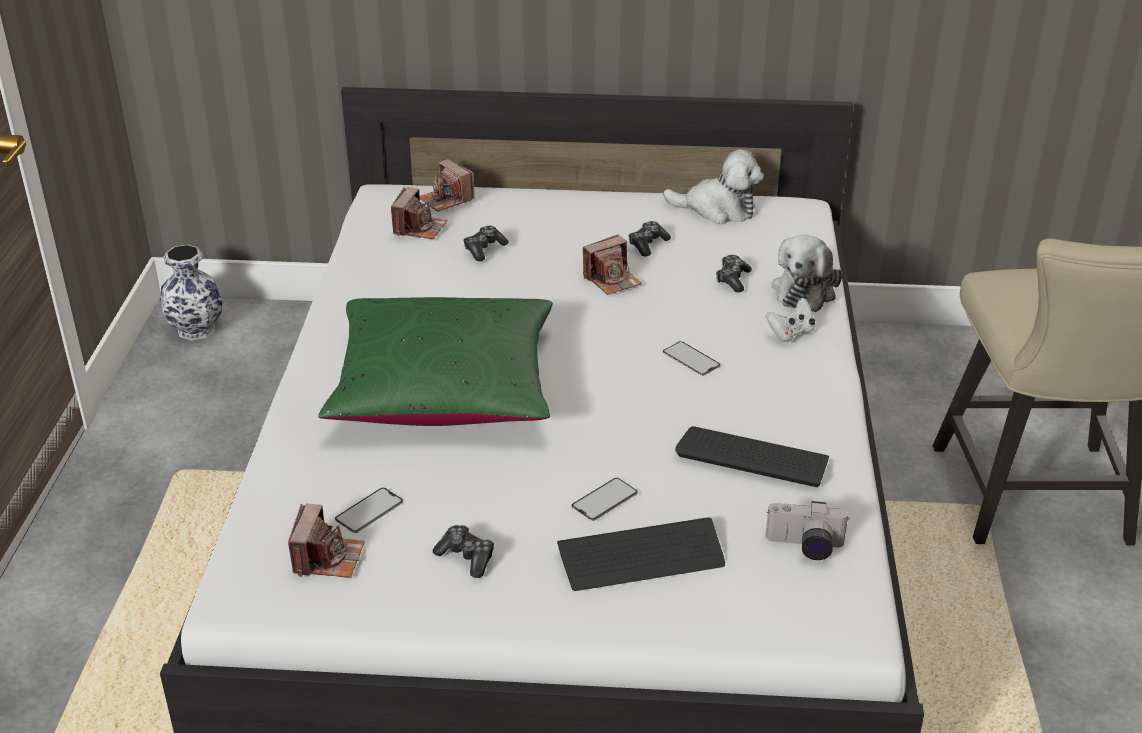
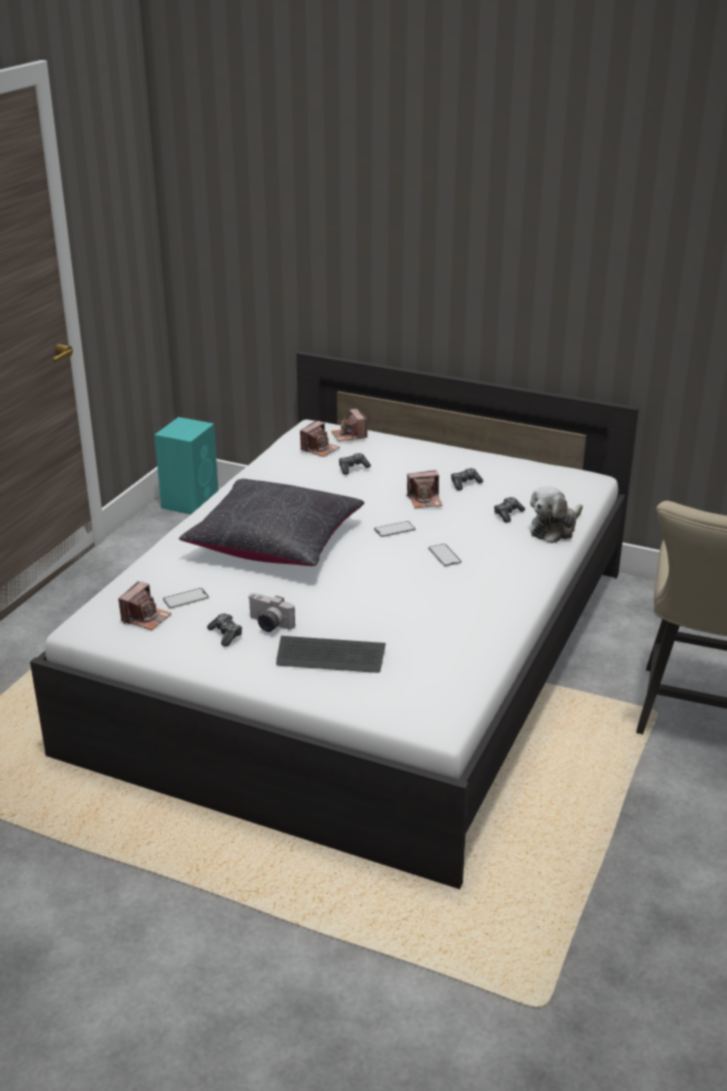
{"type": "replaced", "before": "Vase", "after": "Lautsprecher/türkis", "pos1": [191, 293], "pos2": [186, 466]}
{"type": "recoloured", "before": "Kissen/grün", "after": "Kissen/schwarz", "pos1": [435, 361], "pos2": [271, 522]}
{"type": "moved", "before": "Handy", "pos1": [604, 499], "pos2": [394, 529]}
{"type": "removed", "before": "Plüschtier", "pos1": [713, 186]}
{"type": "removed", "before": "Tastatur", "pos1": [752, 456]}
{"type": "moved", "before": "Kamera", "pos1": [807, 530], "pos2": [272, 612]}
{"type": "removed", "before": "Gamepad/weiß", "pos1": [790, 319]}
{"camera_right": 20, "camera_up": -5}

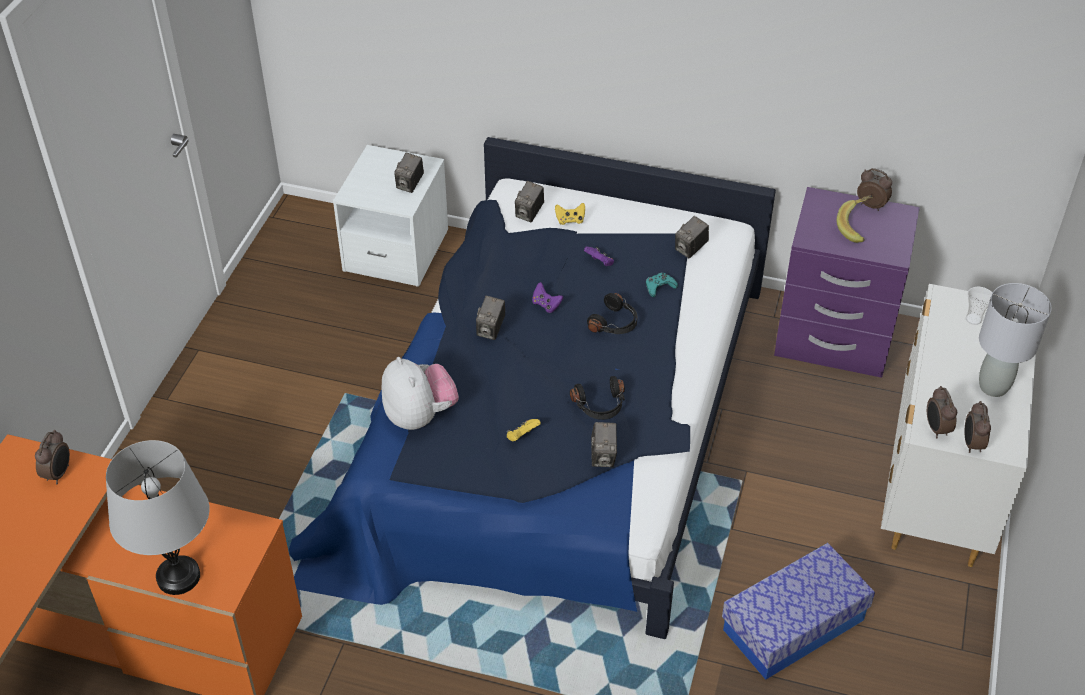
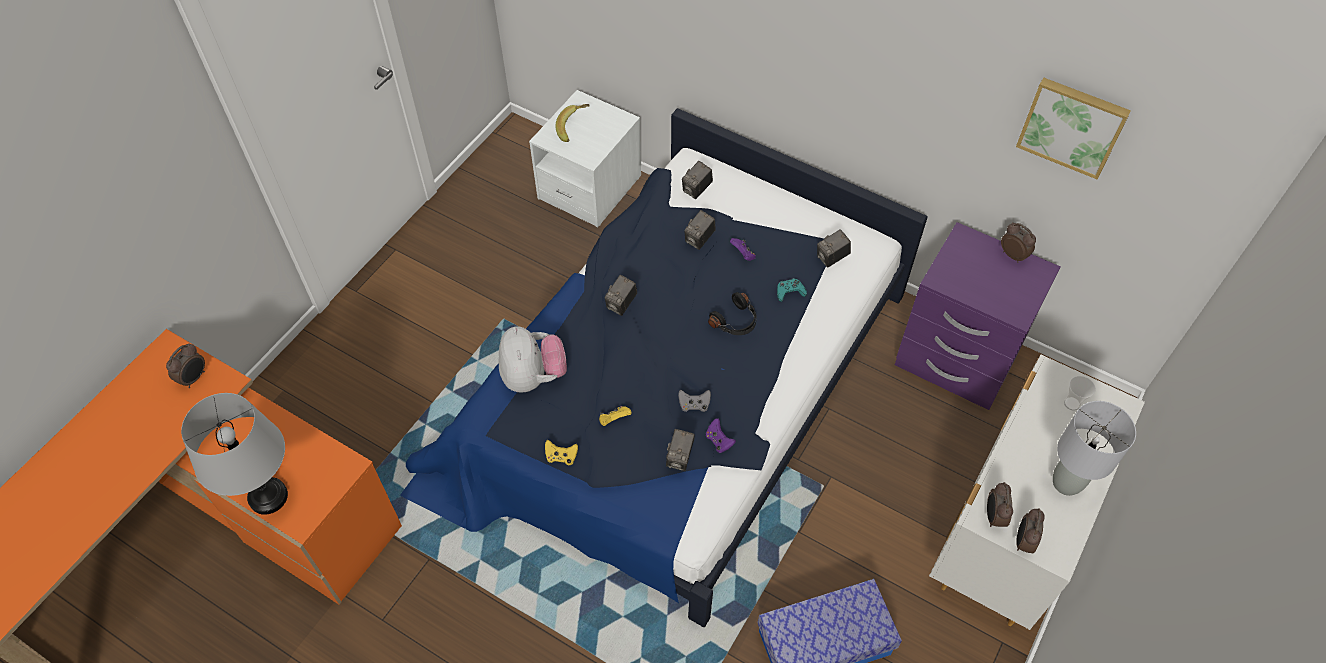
{"type": "moved", "before": "Kamera", "pos1": [409, 173], "pos2": [700, 230]}
{"type": "moved", "before": "Gamepad/lila", "pos1": [547, 297], "pos2": [721, 435]}
{"type": "moved", "before": "Gamepad/gelb", "pos1": [570, 214], "pos2": [561, 452]}
{"type": "replaced", "before": "Kopfhörer/schwarz", "after": "Gamepad/grau", "pos1": [597, 398], "pos2": [694, 401]}
{"type": "moved", "before": "Banane", "pos1": [855, 219], "pos2": [572, 123]}
{"type": "added", "after": "Bild", "pos2": [1073, 128]}
{"camera_right": 15, "camera_up": 10}

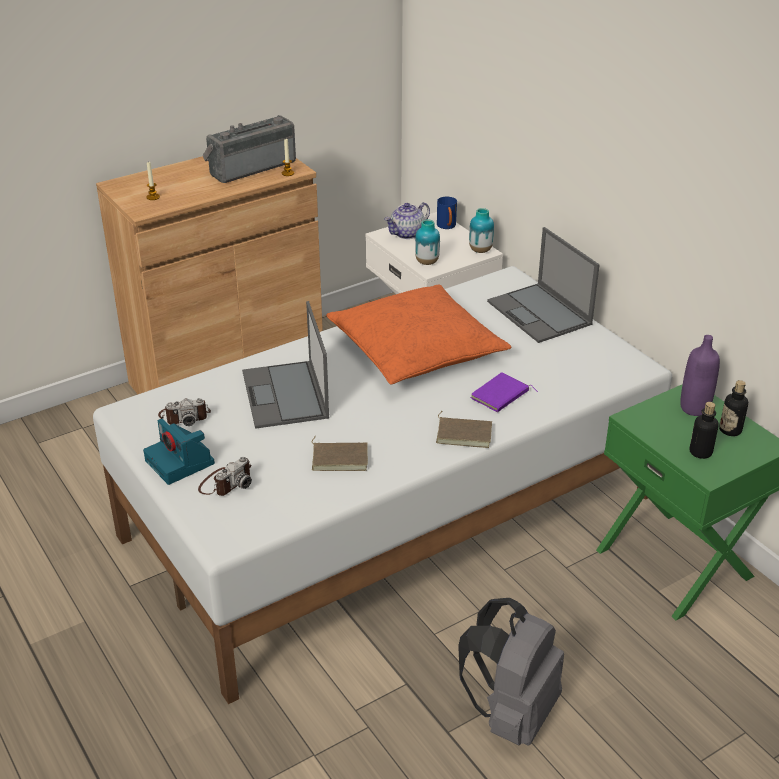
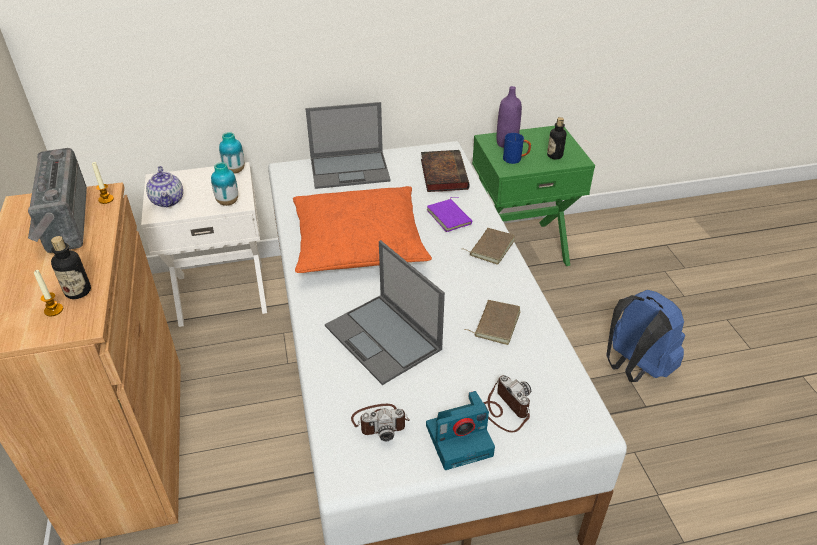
{"type": "turned", "before": "Kamera", "pos1": [184, 412], "pos2": [380, 422], "turn": 75}
{"type": "turned", "before": "Laptop", "pos1": [285, 365], "pos2": [385, 312], "turn": 45}
{"type": "moved", "before": "Henkelbecher/blau", "pos1": [447, 213], "pos2": [517, 148]}
{"type": "recoloured", "before": "Rucksack/grau", "after": "Rucksack/blau", "pos1": [511, 672], "pos2": [645, 336]}
{"type": "moved", "before": "Flasche", "pos1": [733, 408], "pos2": [71, 267]}
{"type": "added", "after": "Buch", "pos2": [445, 171]}
{"camera_right": -70, "camera_up": 5}

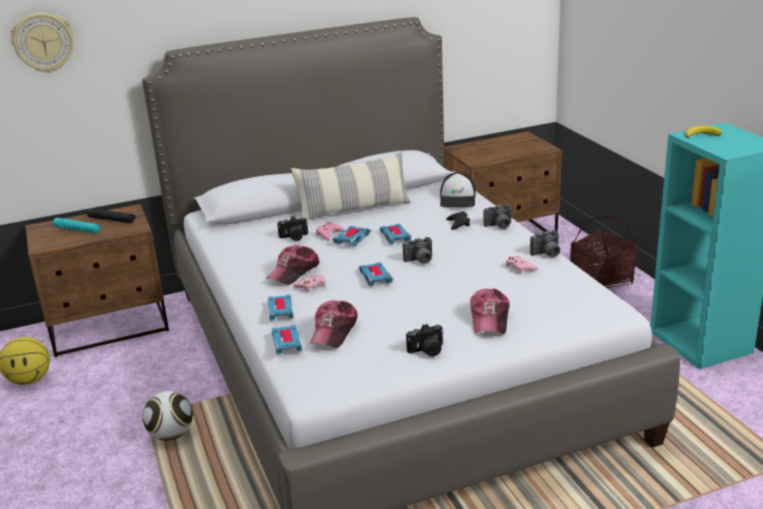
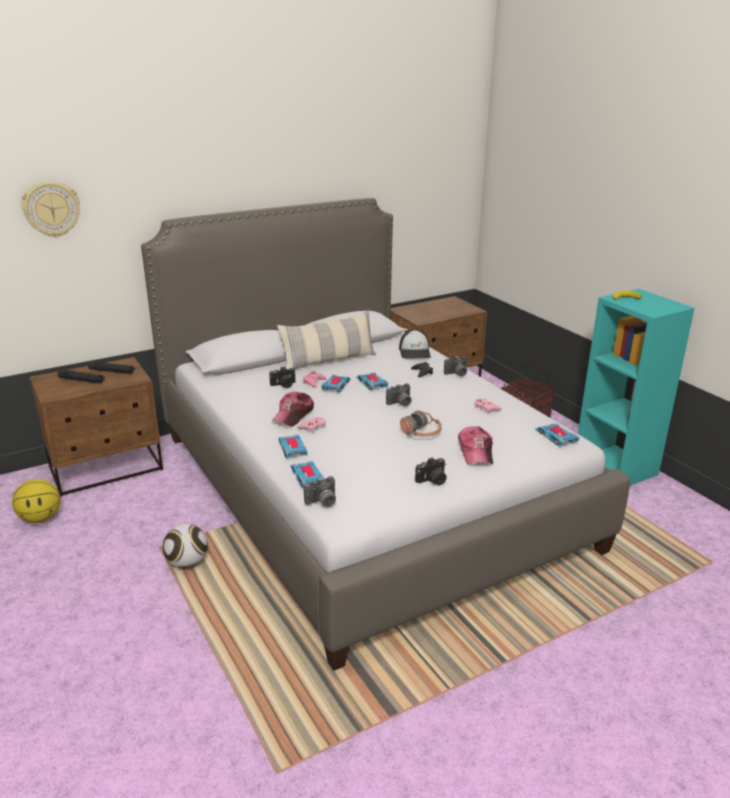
{"type": "recoloured", "before": "Taschenlampe/türkis", "after": "Taschenlampe/schwarz", "pos1": [77, 226], "pos2": [81, 377]}
{"type": "removed", "before": "Kappe", "pos1": [334, 324]}
{"type": "moved", "before": "Spielzeugauto", "pos1": [376, 274], "pos2": [557, 434]}
{"type": "moved", "before": "Kamera", "pos1": [545, 243], "pos2": [320, 491]}
{"type": "added", "after": "Kopfhörer", "pos2": [421, 423]}
{"camera_right": -10, "camera_up": 0}

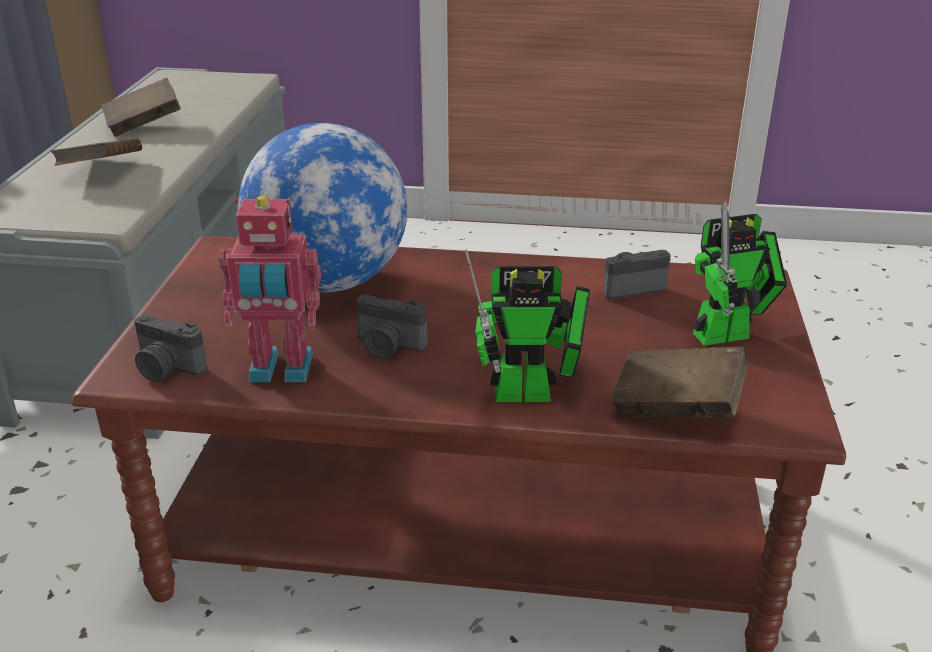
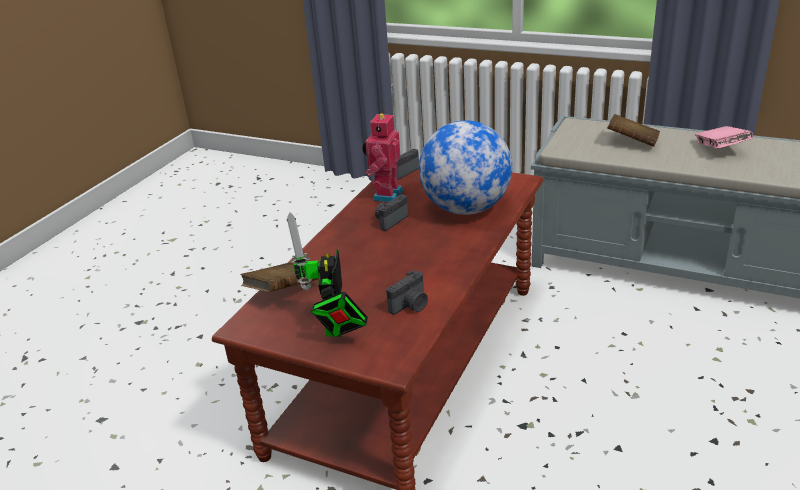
{"type": "recoloured", "before": "Buch/braun", "after": "Buch/rosa", "pos1": [141, 107], "pos2": [724, 137]}
{"type": "removed", "before": "Spielzeugroboter", "pos1": [527, 325]}
{"type": "turned", "before": "Kamera", "pos1": [637, 275], "pos2": [407, 292], "turn": 45}
{"camera_right": 110, "camera_up": 0}

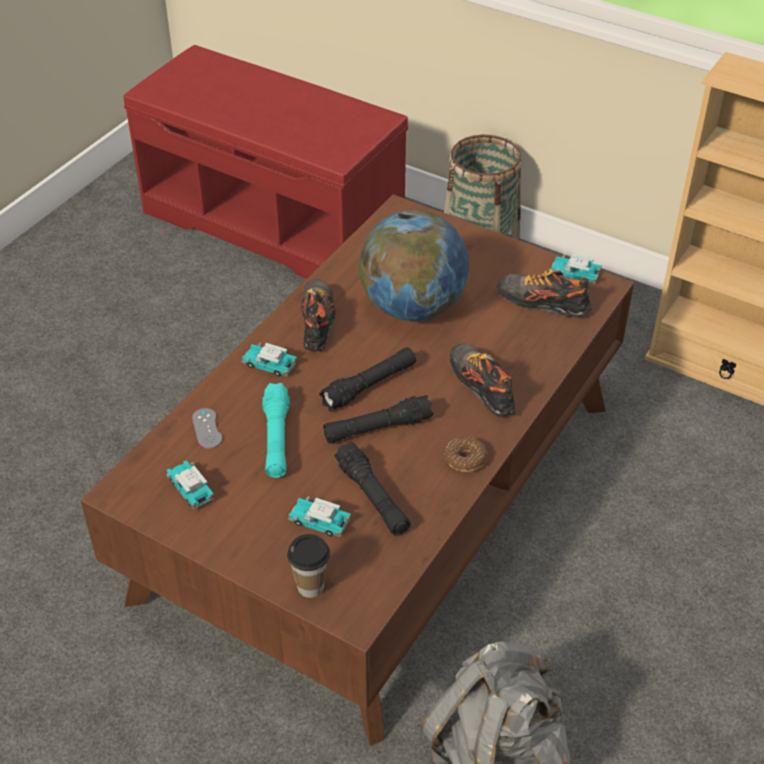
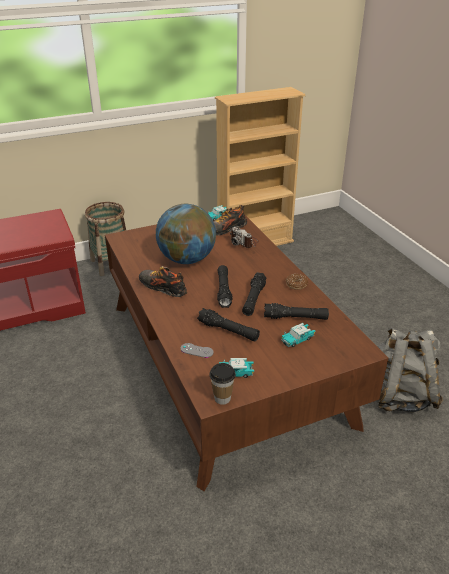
{"type": "removed", "before": "Spielzeugauto", "pos1": [269, 359]}
{"type": "recoloured", "before": "Taschenlampe/türkis", "after": "Taschenlampe/schwarz", "pos1": [276, 430], "pos2": [228, 324]}
{"type": "moved", "before": "Tasse", "pos1": [308, 566], "pos2": [222, 384]}
{"type": "removed", "before": "Schuh", "pos1": [482, 380]}
{"type": "added", "after": "Kamera", "pos2": [244, 237]}
{"camera_right": -55, "camera_up": -10}

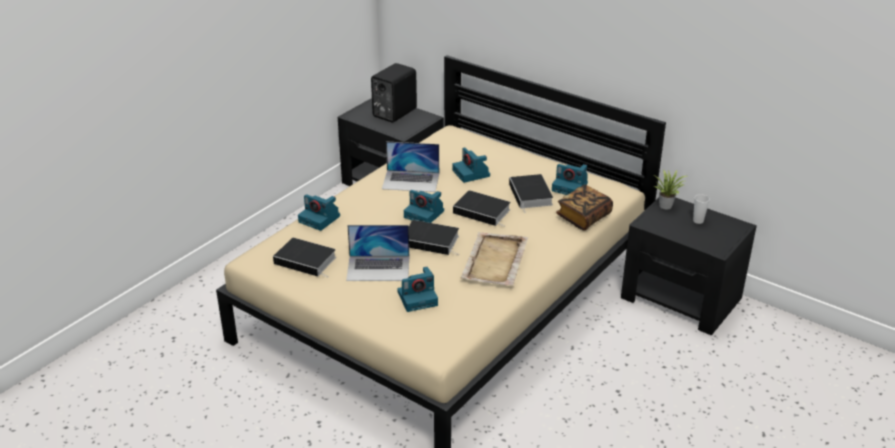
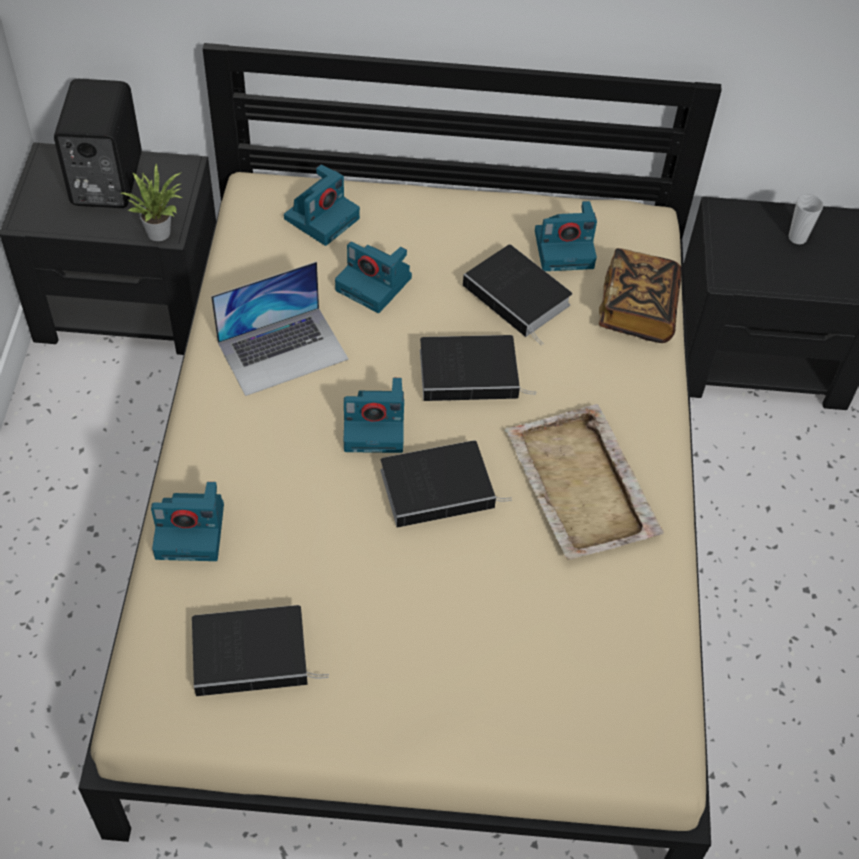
{"type": "removed", "before": "Laptop", "pos1": [377, 253]}
{"type": "moved", "before": "Kamera", "pos1": [417, 289], "pos2": [322, 205]}
{"type": "moved", "before": "Topfpflanze", "pos1": [670, 190], "pos2": [151, 202]}
{"camera_right": -35, "camera_up": 20}

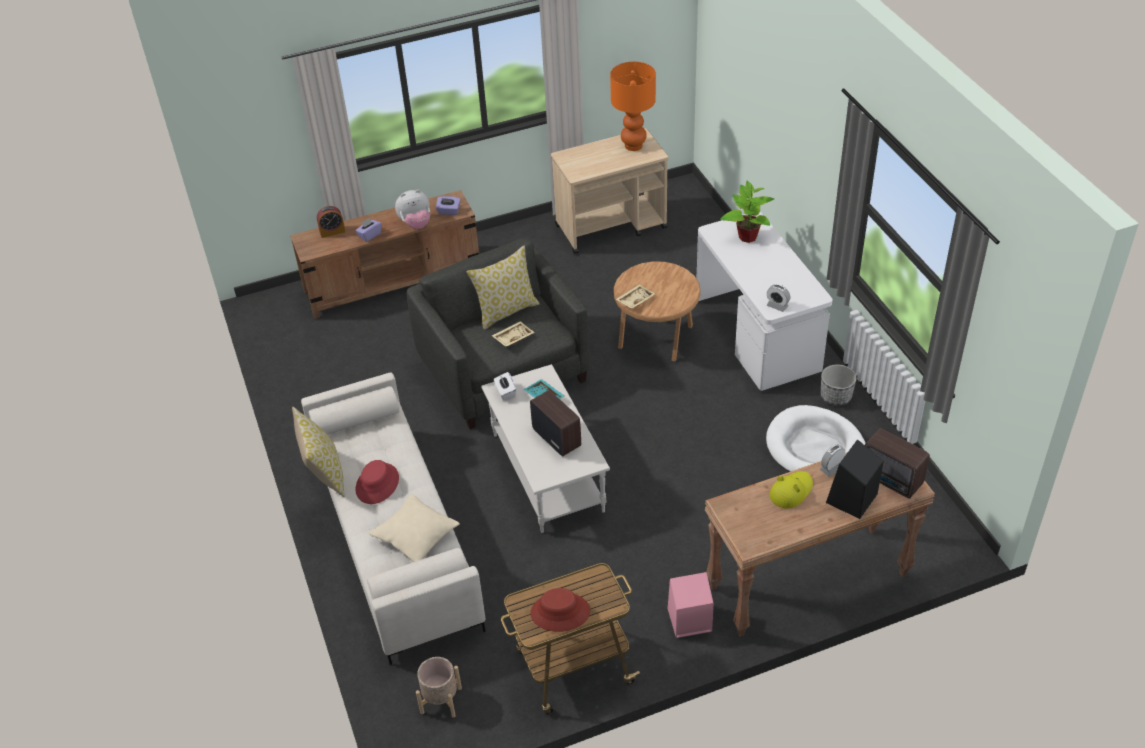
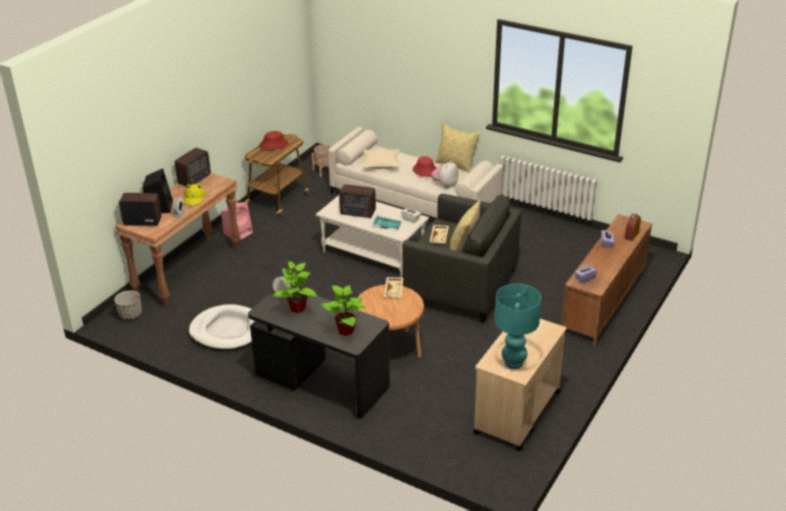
{"type": "moved", "before": "Plüschtier", "pos1": [412, 209], "pos2": [444, 174]}
{"type": "recoloured", "before": "Tischlampe/orange", "after": "Tischlampe/türkis", "pos1": [633, 106], "pos2": [517, 326]}
{"type": "recoloured", "before": "Schreibtisch/weiß", "after": "Schreibtisch/schwarz", "pos1": [765, 301], "pos2": [319, 353]}
{"type": "moved", "before": "Pflanzkübel", "pos1": [839, 385], "pos2": [128, 305]}
{"type": "added", "after": "Radio", "pos2": [193, 167]}
{"type": "added", "after": "Topfpflanze", "pos2": [295, 287]}
{"camera_right": 140, "camera_up": -10}

